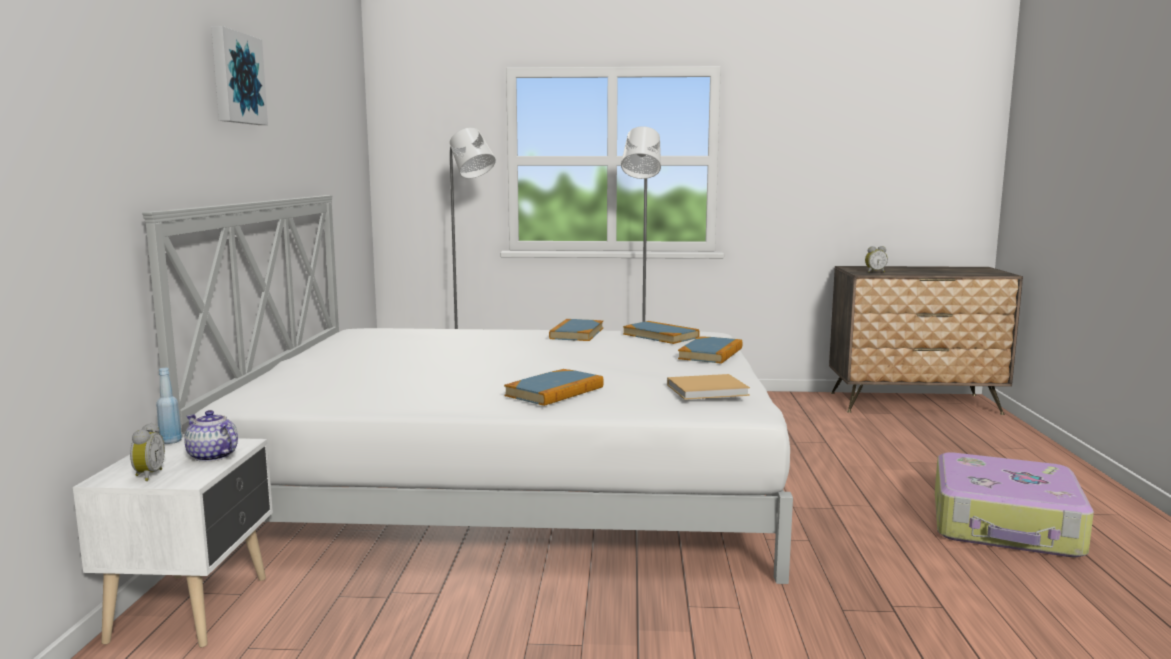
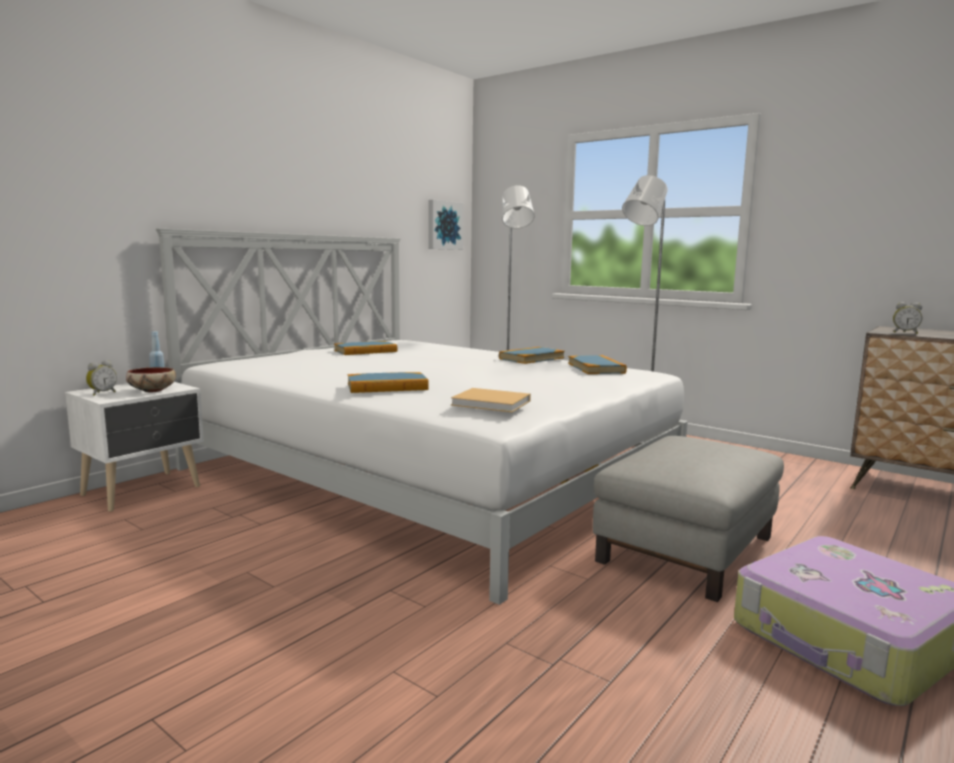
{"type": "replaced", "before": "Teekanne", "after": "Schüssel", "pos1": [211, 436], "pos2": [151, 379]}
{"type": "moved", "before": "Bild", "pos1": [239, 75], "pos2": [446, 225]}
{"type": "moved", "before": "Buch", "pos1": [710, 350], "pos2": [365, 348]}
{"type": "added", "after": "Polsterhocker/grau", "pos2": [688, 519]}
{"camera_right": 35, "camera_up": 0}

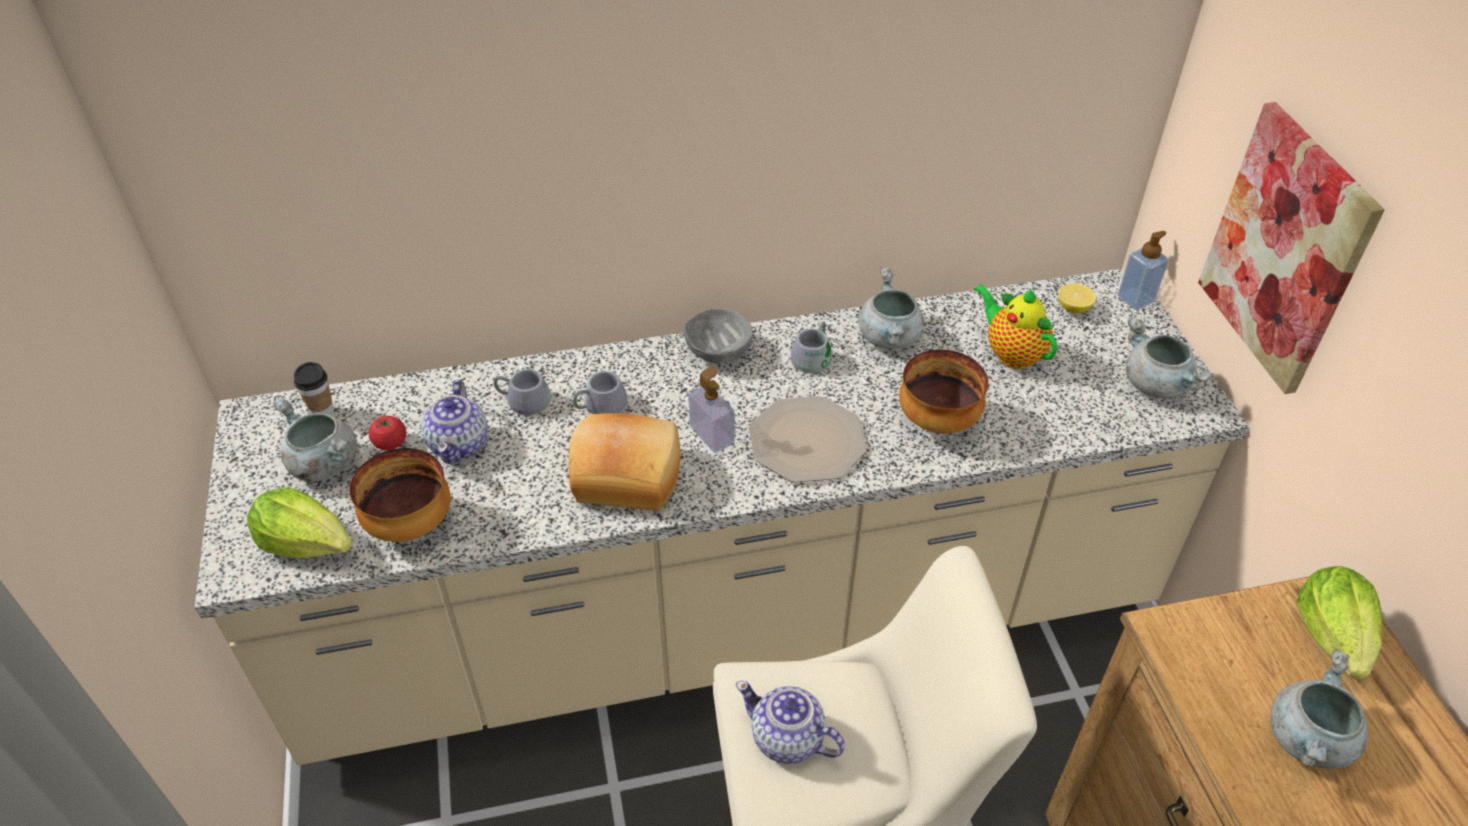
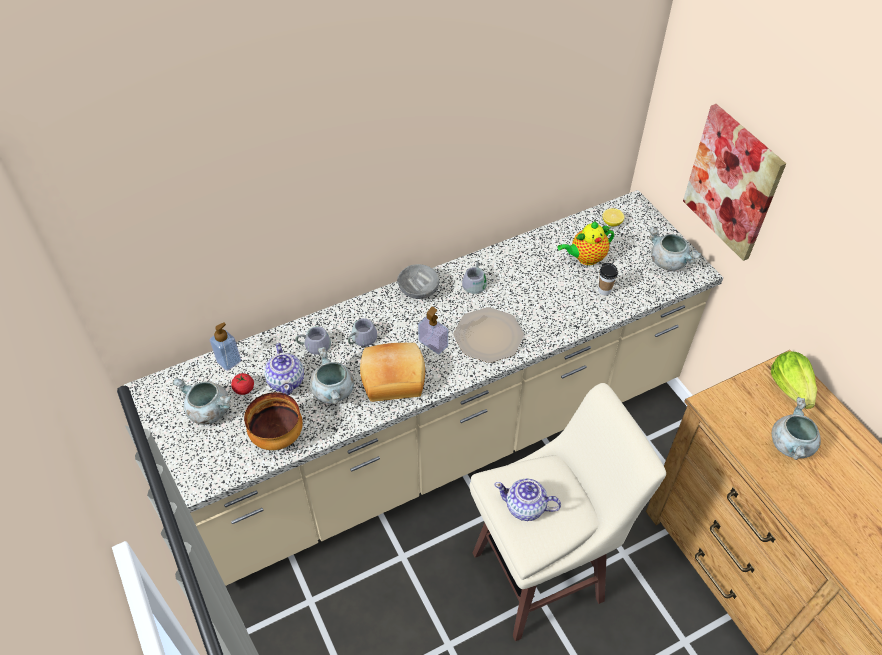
{"type": "removed", "before": "Salatkopf", "pos1": [299, 522]}
{"type": "moved", "before": "Tasse", "pos1": [314, 389], "pos2": [608, 279]}
{"type": "moved", "before": "Kochtopf/grau", "pos1": [891, 308], "pos2": [332, 375]}
{"type": "removed", "before": "Schüssel", "pos1": [944, 392]}
{"type": "turned", "before": "Teekanne", "pos1": [1015, 326], "pos2": [585, 243], "turn": -60}
{"type": "moved", "before": "Seifenspender", "pos1": [1143, 270], "pos2": [225, 346]}
{"camera_right": -15, "camera_up": 5}

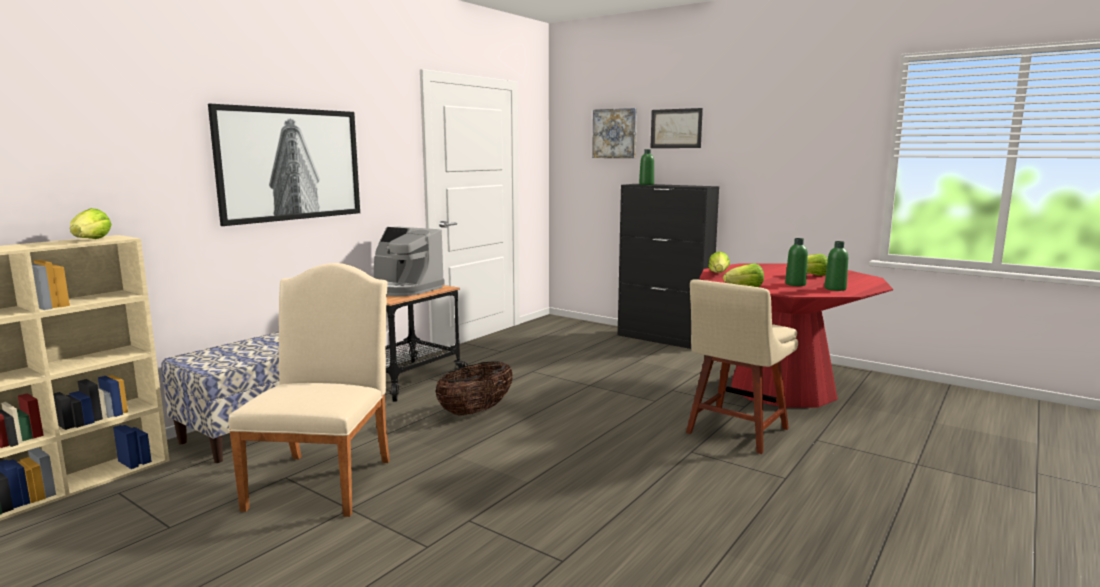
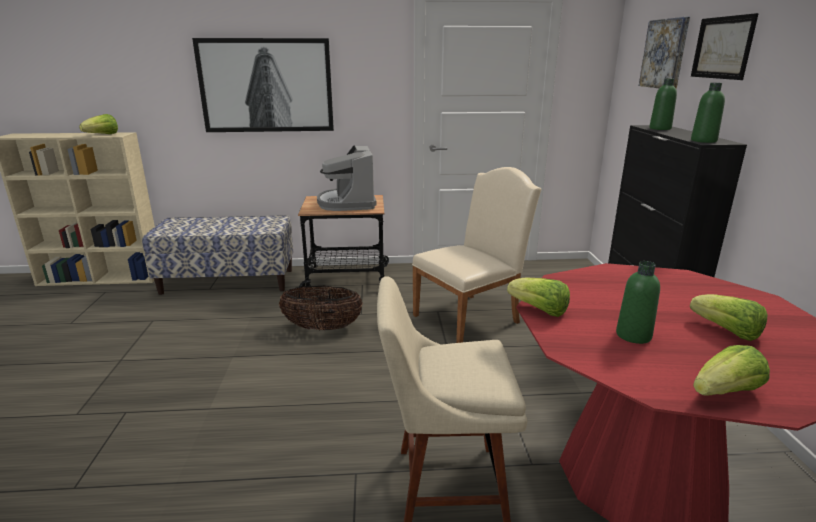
{"type": "moved", "before": "Stuhl/beige", "pos1": [309, 390], "pos2": [476, 255]}
{"type": "moved", "before": "Salatkopf", "pos1": [719, 262], "pos2": [731, 370]}
{"type": "moved", "before": "Flasche/grün", "pos1": [836, 266], "pos2": [708, 113]}
{"camera_right": 50, "camera_up": 10}

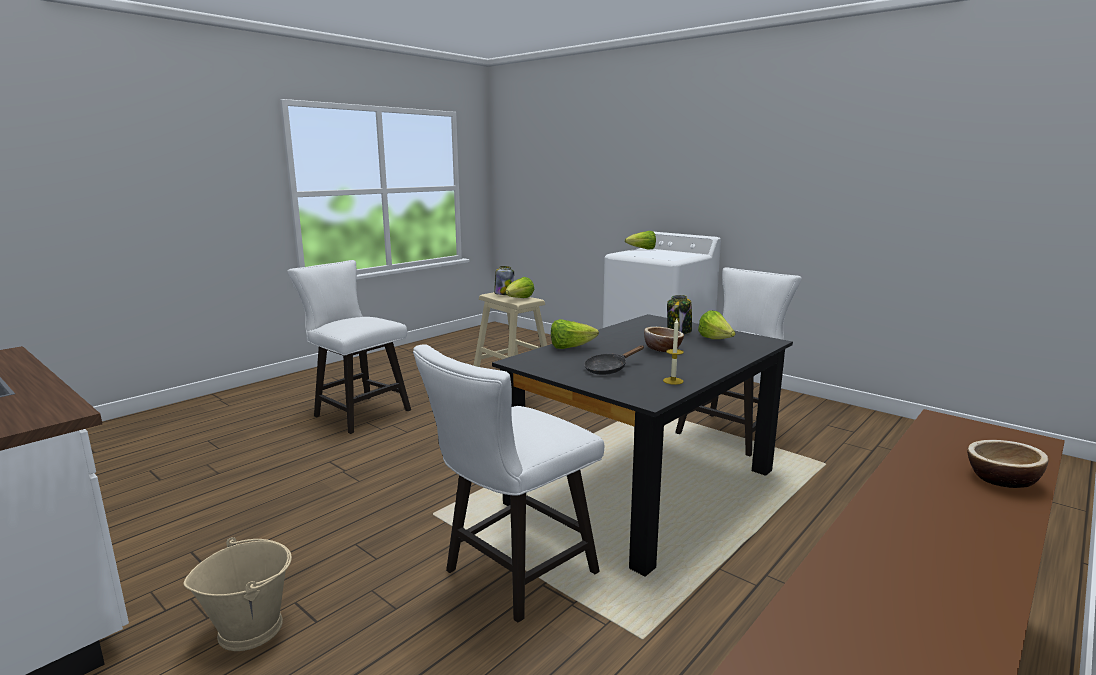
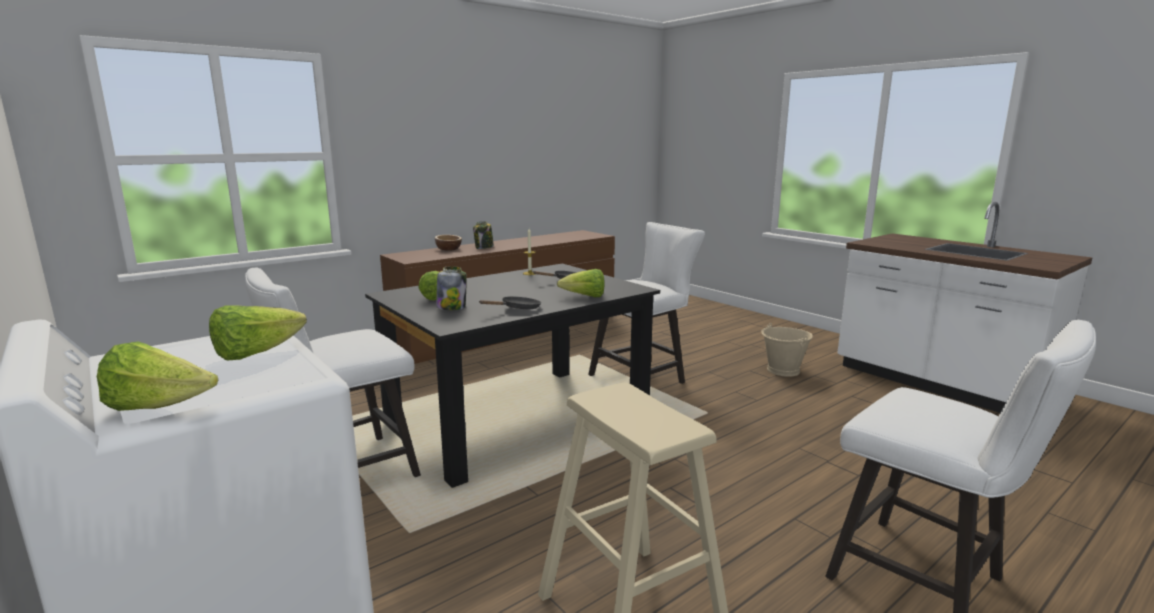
{"type": "moved", "before": "Vorratsglas", "pos1": [504, 280], "pos2": [483, 235]}
{"type": "moved", "before": "Salatkopf", "pos1": [520, 287], "pos2": [258, 333]}
{"type": "removed", "before": "Schüssel", "pos1": [664, 339]}
{"type": "added", "after": "Pfanne/schwarz", "pos2": [510, 302]}
{"camera_right": -170, "camera_up": 0}

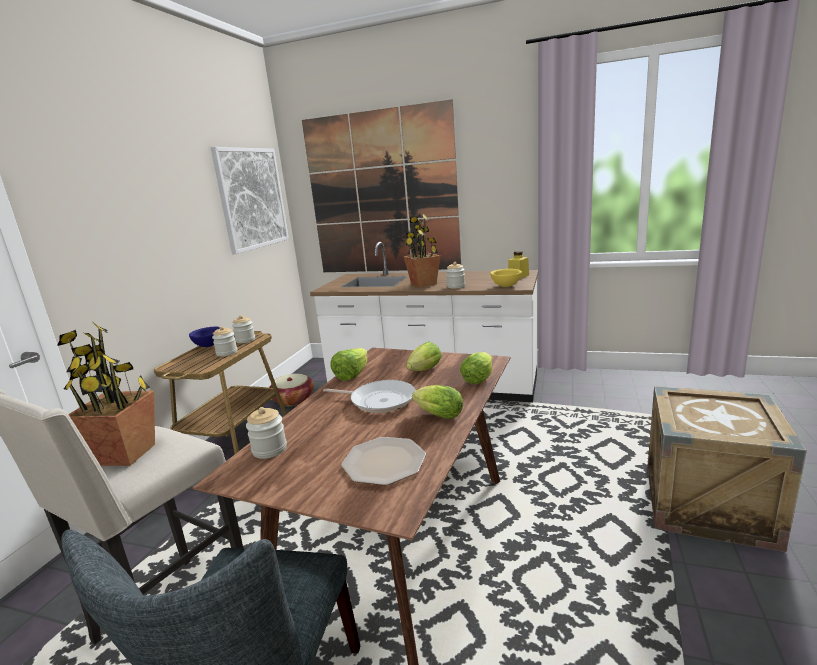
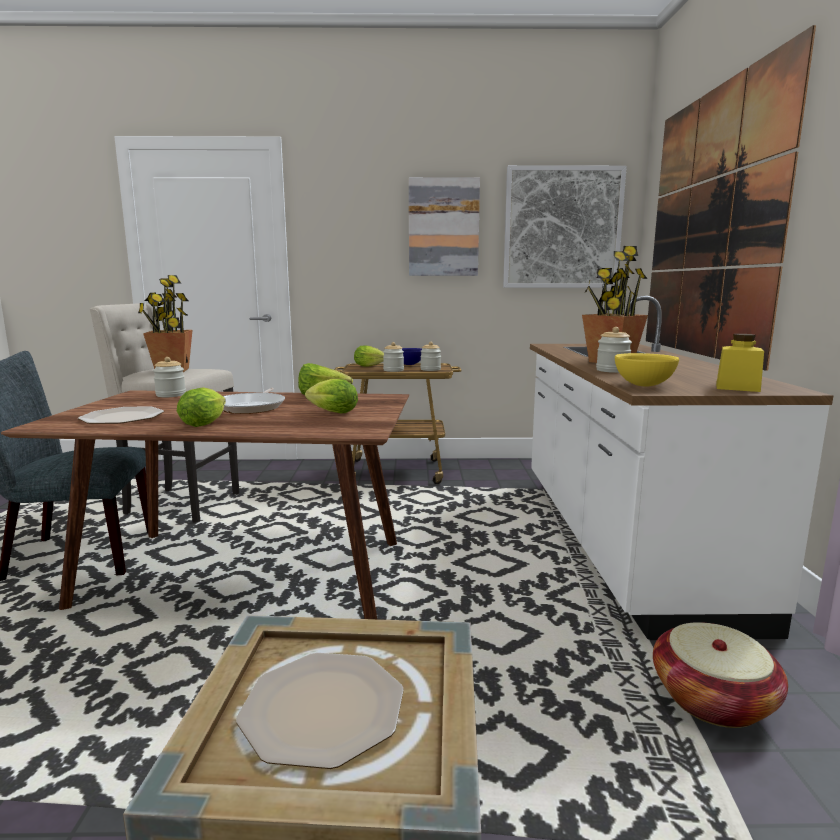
{"type": "moved", "before": "Korb", "pos1": [291, 390], "pos2": [720, 675]}
{"type": "moved", "before": "Salatkopf", "pos1": [476, 368], "pos2": [369, 356]}
{"type": "added", "after": "Teller", "pos2": [320, 711]}
{"type": "added", "after": "Bild", "pos2": [444, 226]}
{"camera_right": 70, "camera_up": -5}

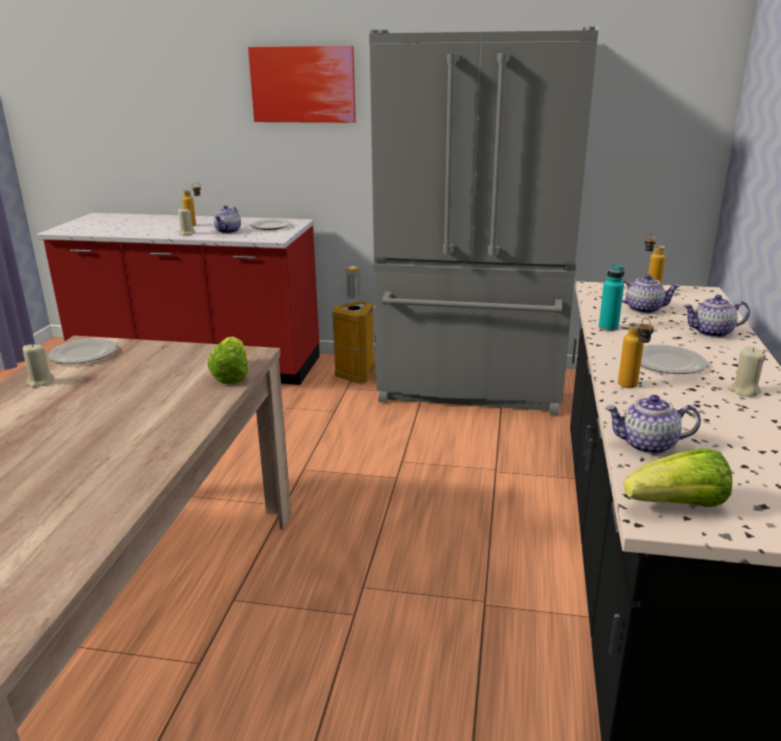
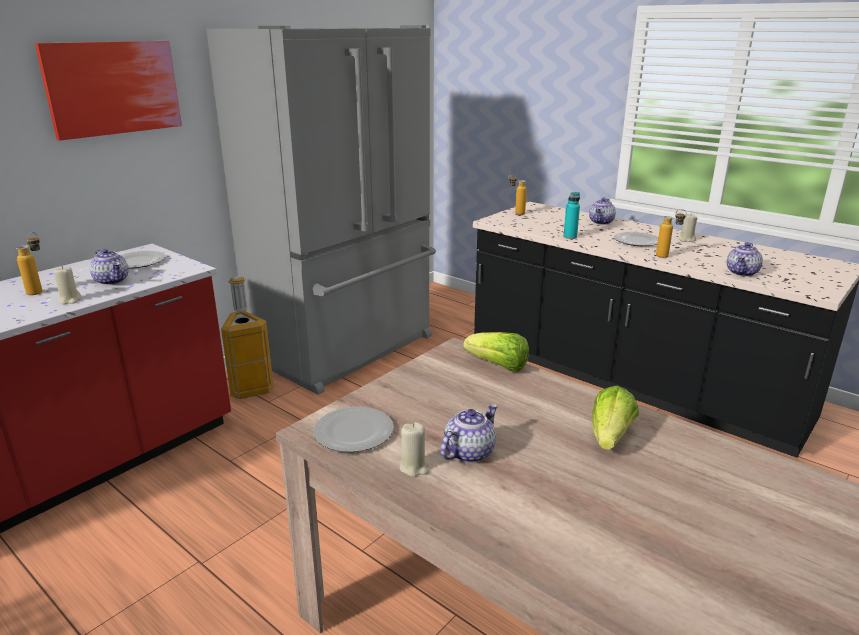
{"type": "moved", "before": "Teekanne", "pos1": [651, 294], "pos2": [469, 433]}
{"type": "moved", "before": "Salatkopf", "pos1": [678, 477], "pos2": [615, 418]}
{"camera_right": -60, "camera_up": 0}

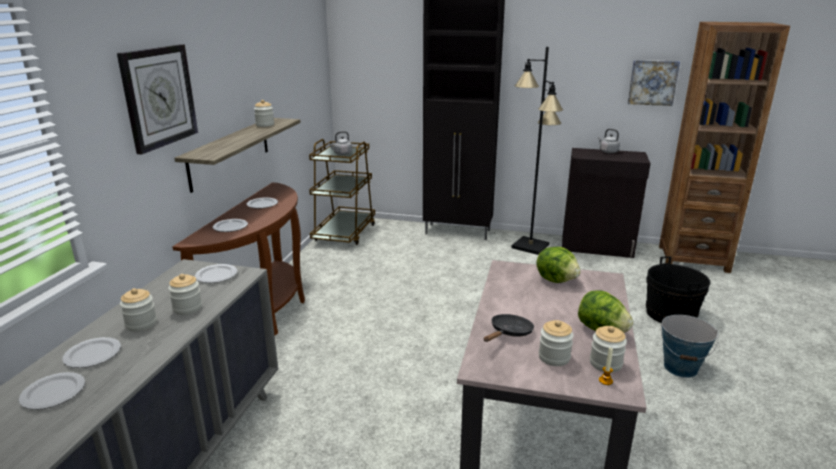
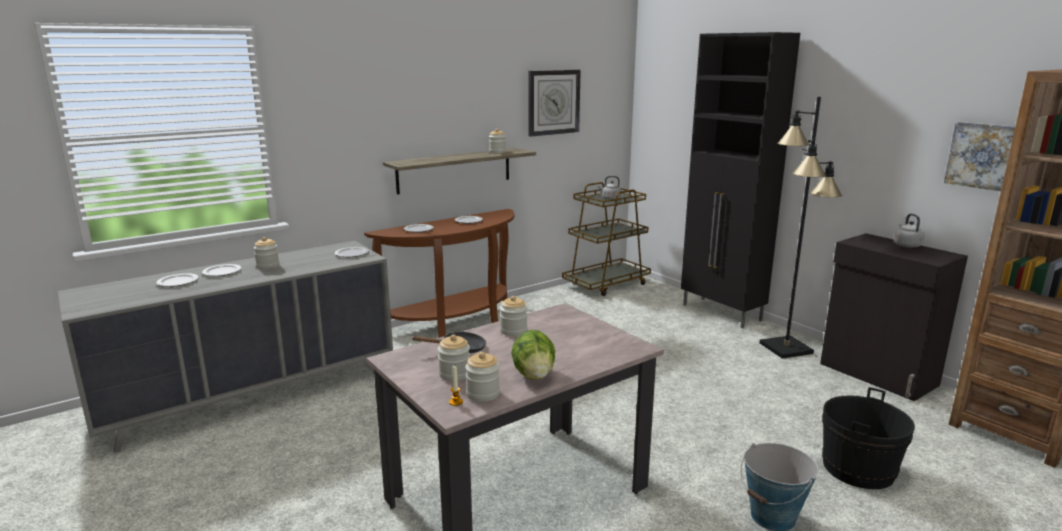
{"type": "moved", "before": "Wanduhr", "pos1": [157, 99], "pos2": [554, 103]}
{"type": "moved", "before": "Vorratsglas", "pos1": [185, 294], "pos2": [513, 316]}
{"type": "removed", "before": "Salatkopf", "pos1": [558, 265]}
{"camera_right": 40, "camera_up": -5}

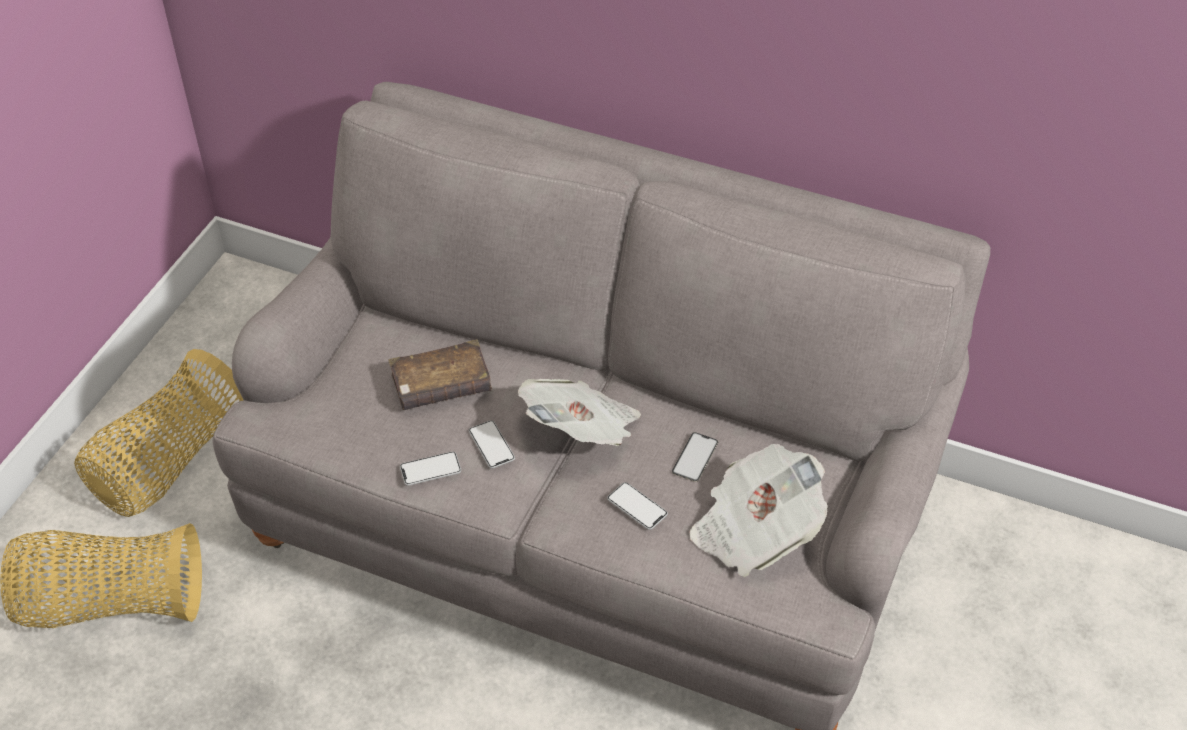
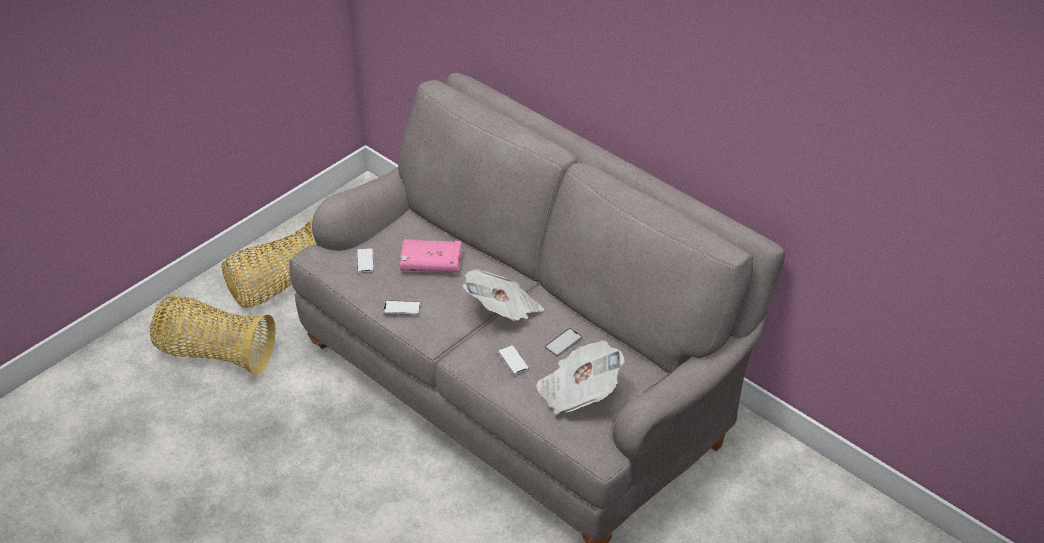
{"type": "recoloured", "before": "Buch/braun", "after": "Buch/rosa", "pos1": [440, 374], "pos2": [430, 256]}
{"type": "moved", "before": "Handy", "pos1": [492, 444], "pos2": [365, 260]}
{"camera_right": 20, "camera_up": -5}

